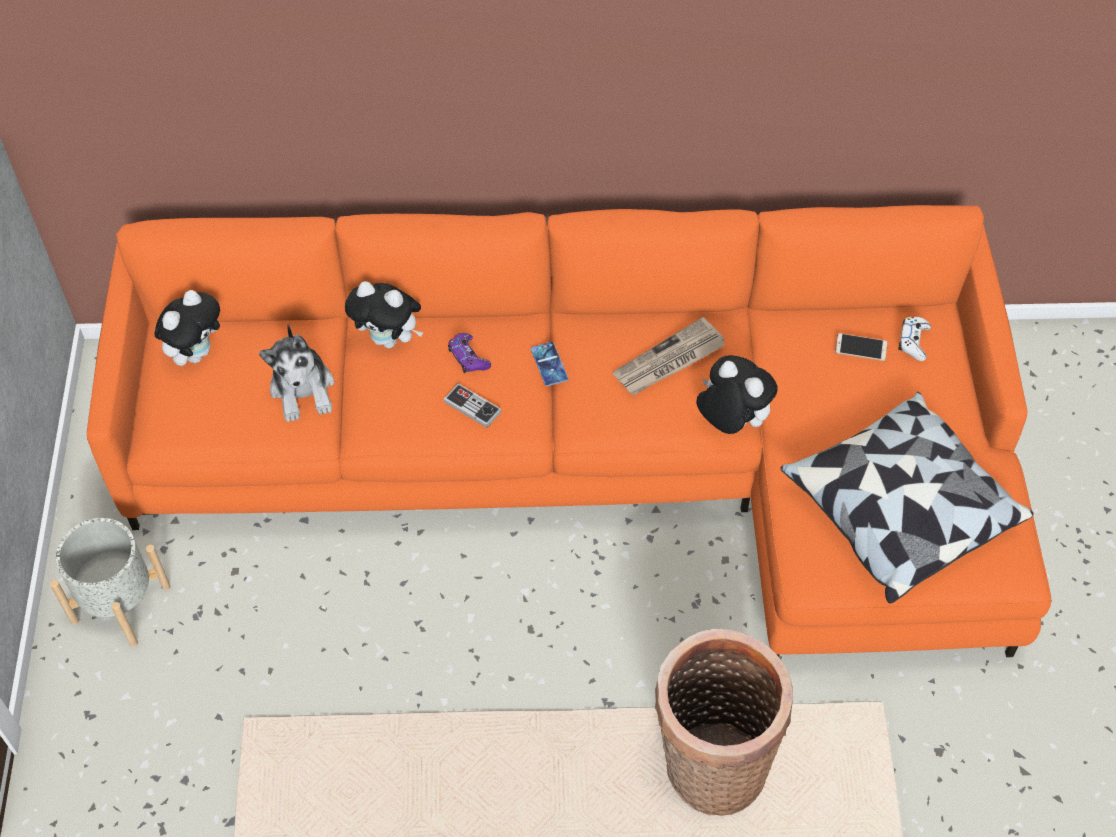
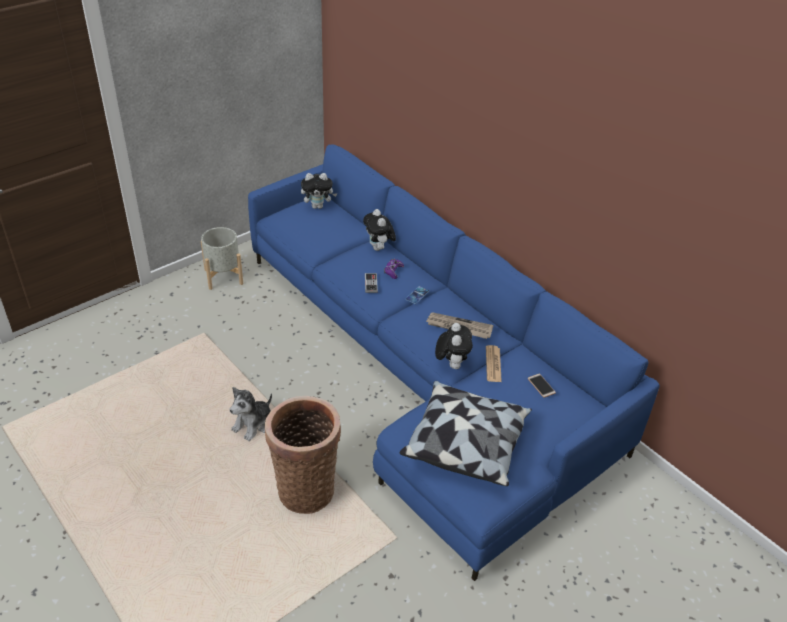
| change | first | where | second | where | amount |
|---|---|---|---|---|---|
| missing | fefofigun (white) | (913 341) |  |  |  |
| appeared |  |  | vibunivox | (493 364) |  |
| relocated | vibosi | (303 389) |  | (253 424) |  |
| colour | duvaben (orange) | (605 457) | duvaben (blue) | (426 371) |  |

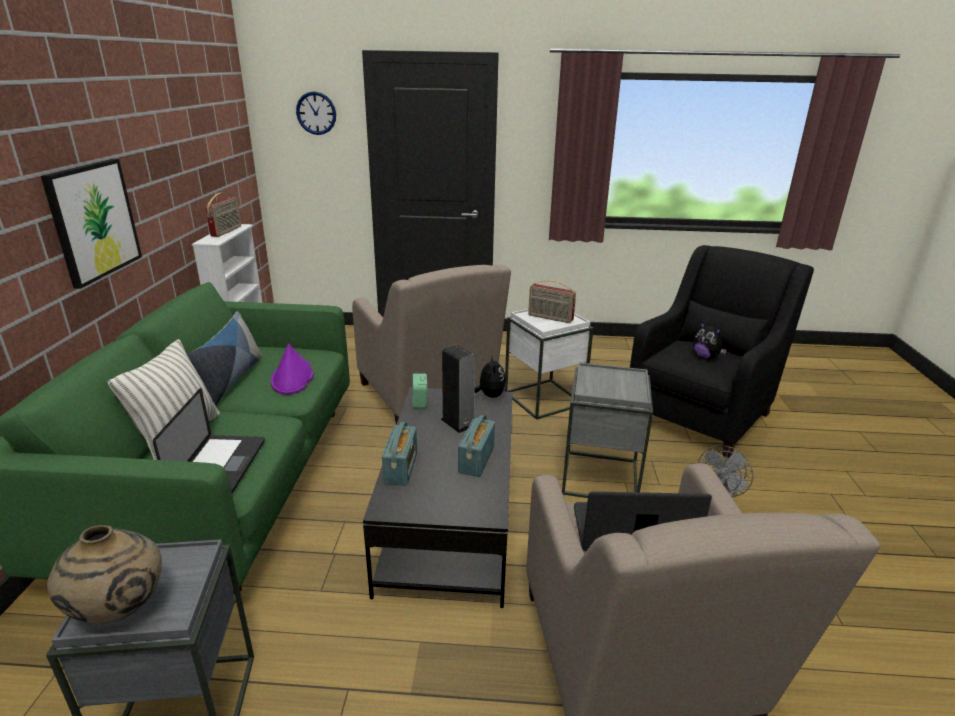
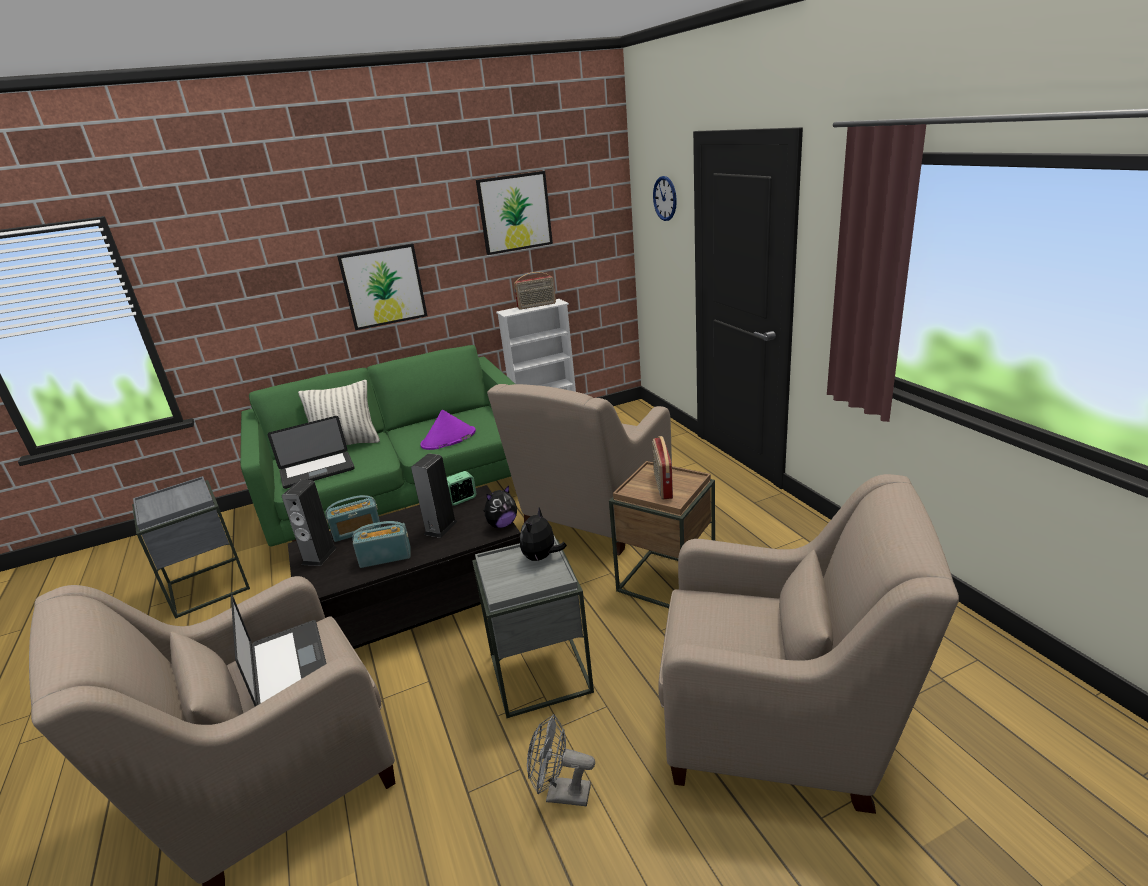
| change | first | where | second | where | amount |
|---|---|---|---|---|---|
| missing | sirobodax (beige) | (120 611) |  |  |  |
| missing | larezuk | (230 380) |  |  |  |
| appeared |  |  | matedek | (319 555) |  |
| appeared |  |  | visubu | (514 212) |  |
| relocated | vibosi | (705 357) |  | (541 557) |  |
| colour | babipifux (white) | (544 398) | babipifux (brown) | (666 580) |  |
| colour | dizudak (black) | (700 413) | dizudak (beige) | (778 725) |  |

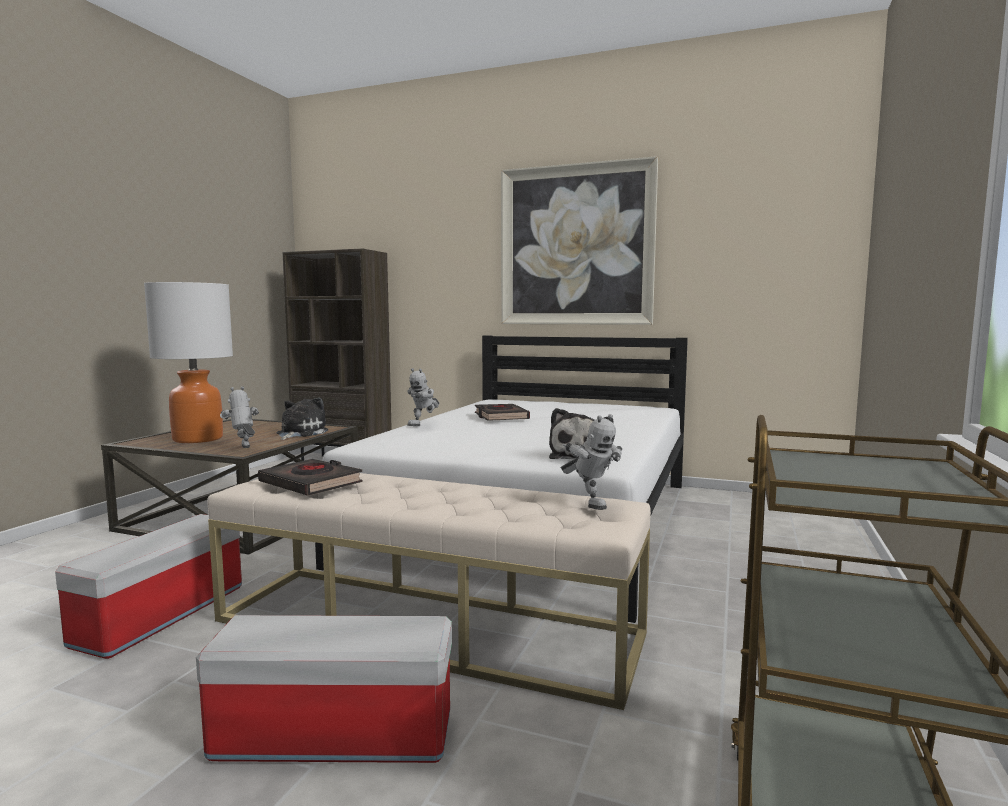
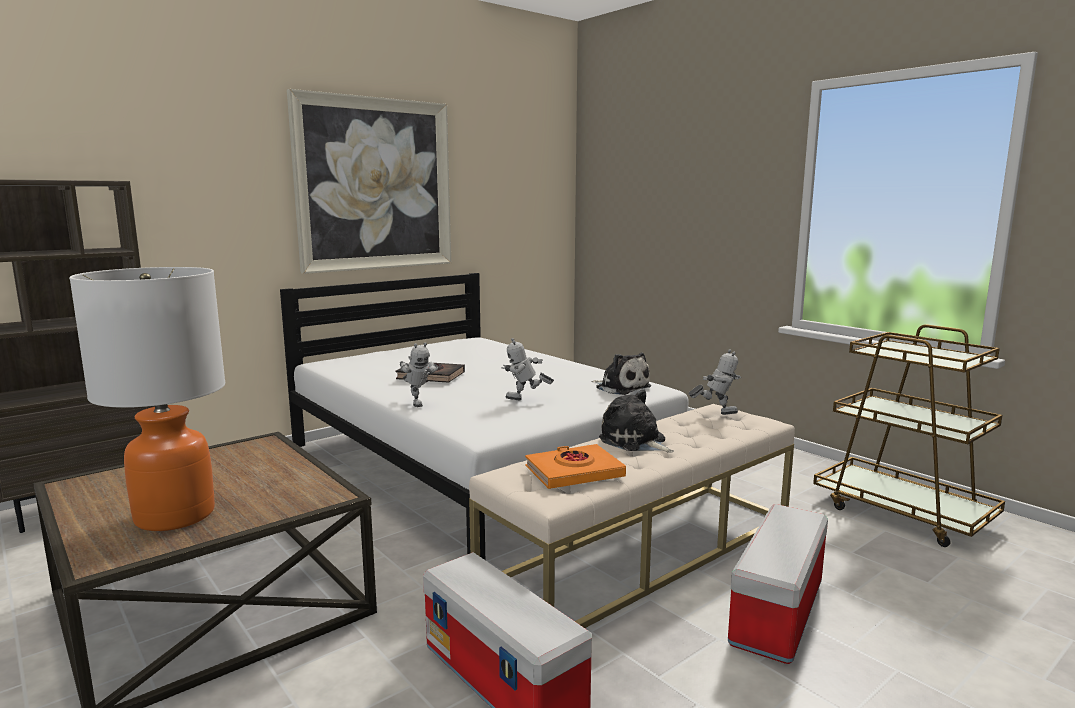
| change | first | where | second | where | amount |
|---|---|---|---|---|---|
| relocated | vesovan | (244 449) |  | (525 400) |  |
| relocated | vibosi | (300 433) |  | (635 441) |  |
| colour | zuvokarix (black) | (311 483) | zuvokarix (orange) | (574 473) |  |

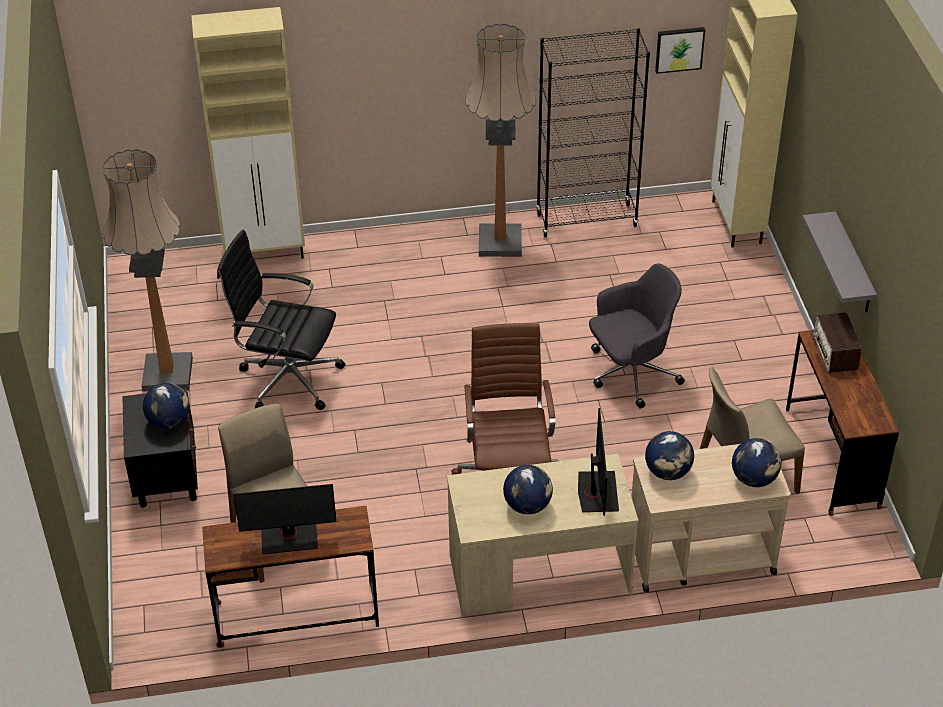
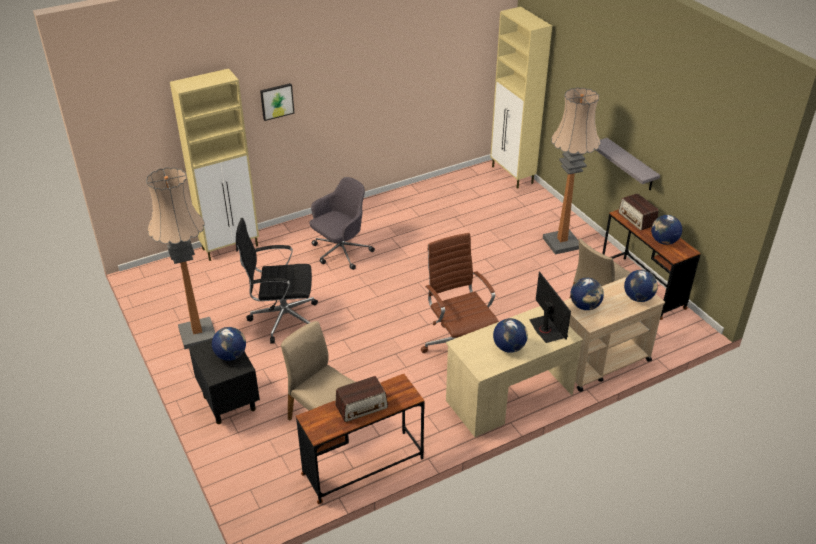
| change | first | where | second | where | amount |
|---|---|---|---|---|---|
| missing | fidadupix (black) | (586 220) |  |  |  |
| appeared |  |  | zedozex | (663 241) |  |
| relocated | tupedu | (500 242) |  | (561 243) |  |
| relocated | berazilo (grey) | (631 373) |  | (341 252) |  |
| relocated | visubu | (679 49) |  | (276 101) |  |
| exchanged | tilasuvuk | (289 537) | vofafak | (362 406) |  |

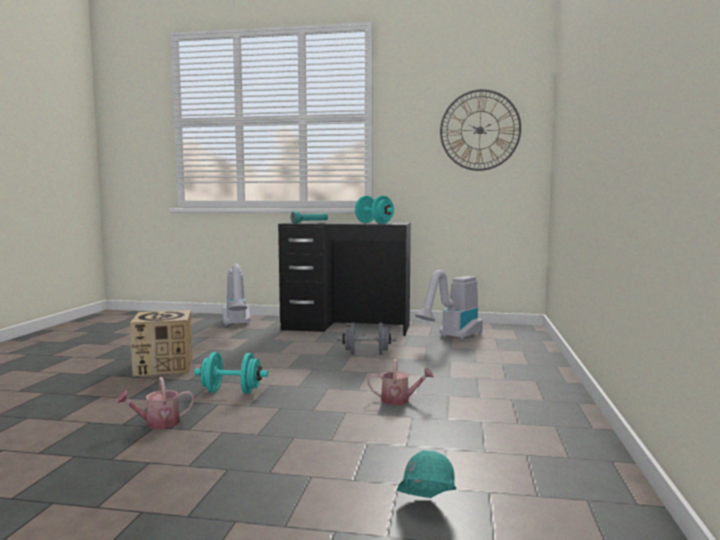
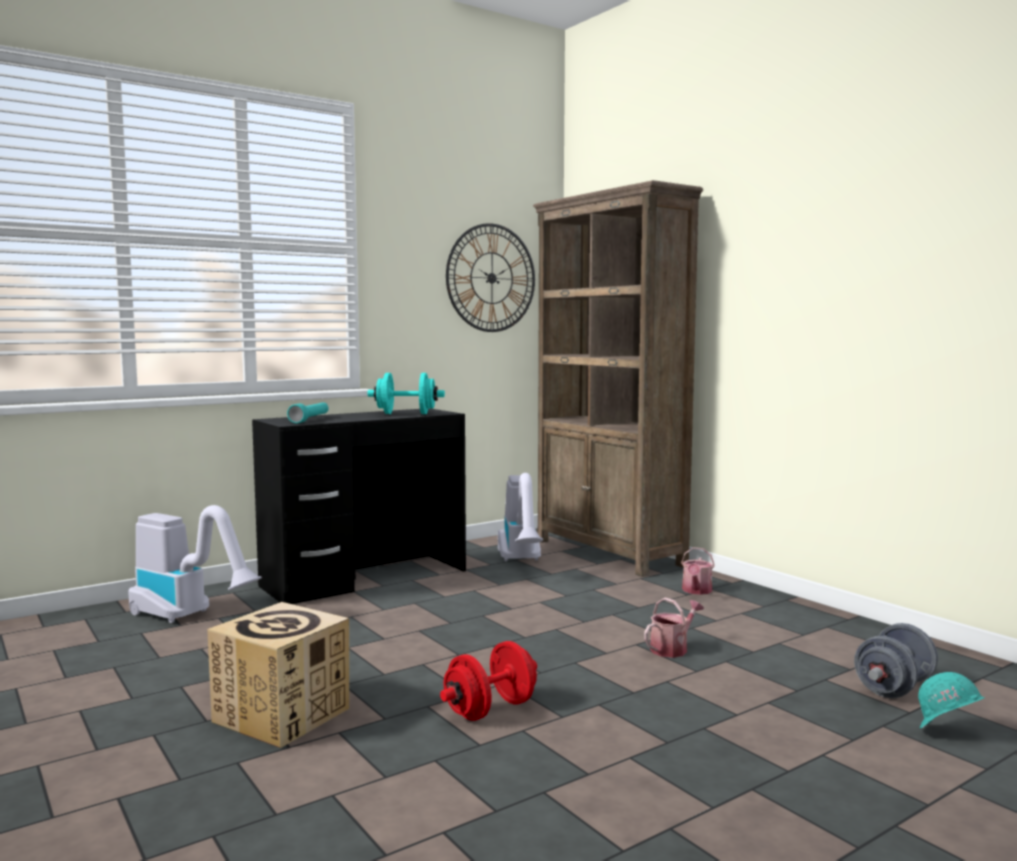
| change | first | where | second | where | amount |
|---|---|---|---|---|---|
| appeared |  |  | fidadupix (brown) | (609 553) |  |
| relocated | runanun | (157 424) |  | (696 591) |  |
| relocated | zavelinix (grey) | (366 354) |  | (894 688) |  |
| colour | zavelinix (turquoise) | (231 392) | zavelinix (red) | (490 709) |  |

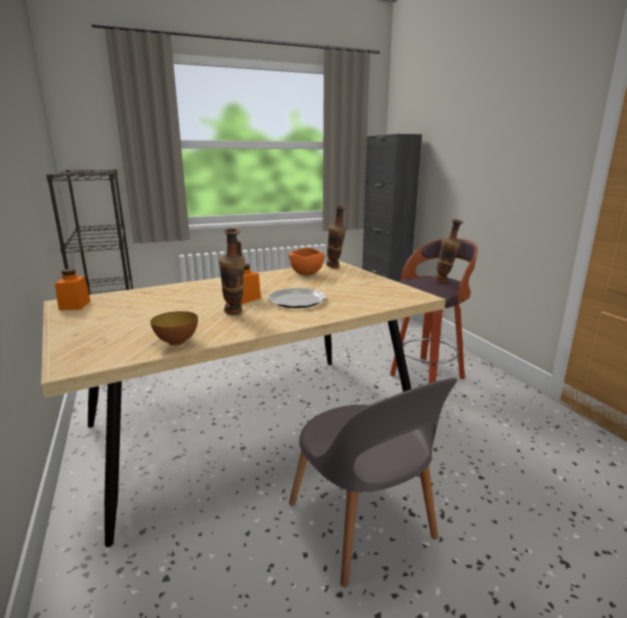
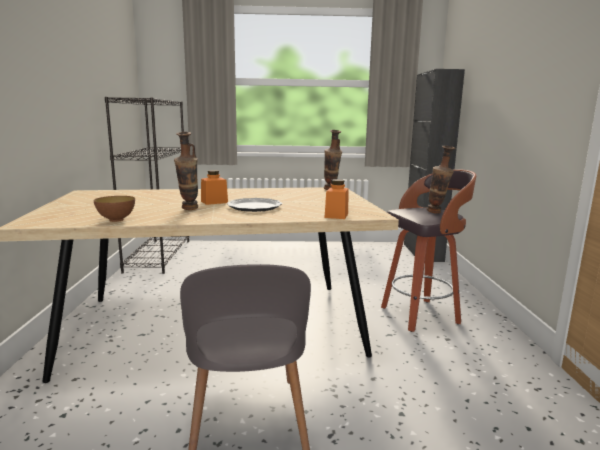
| change | first | where | second | where | amount |
|---|---|---|---|---|---|
| missing | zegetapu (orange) | (307 274) |  |  |  |
| relocated | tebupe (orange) | (75 305) |  | (336 215) |  |

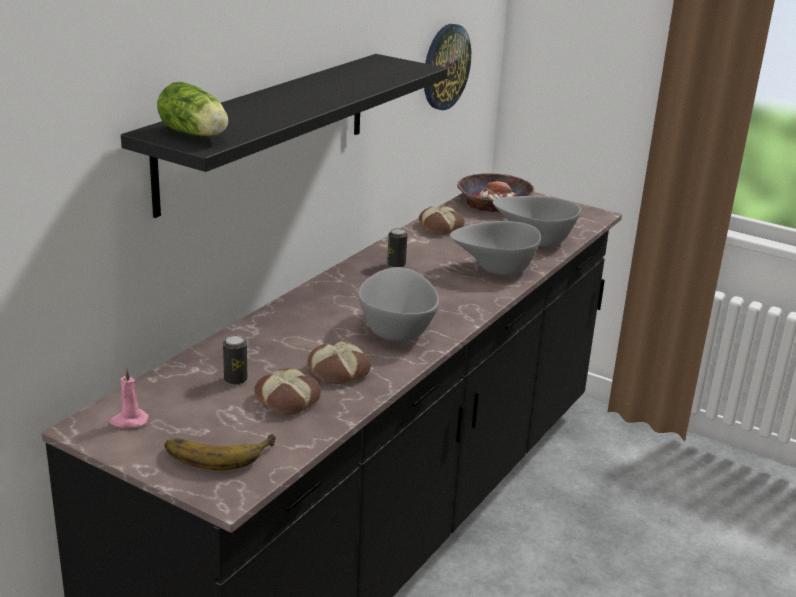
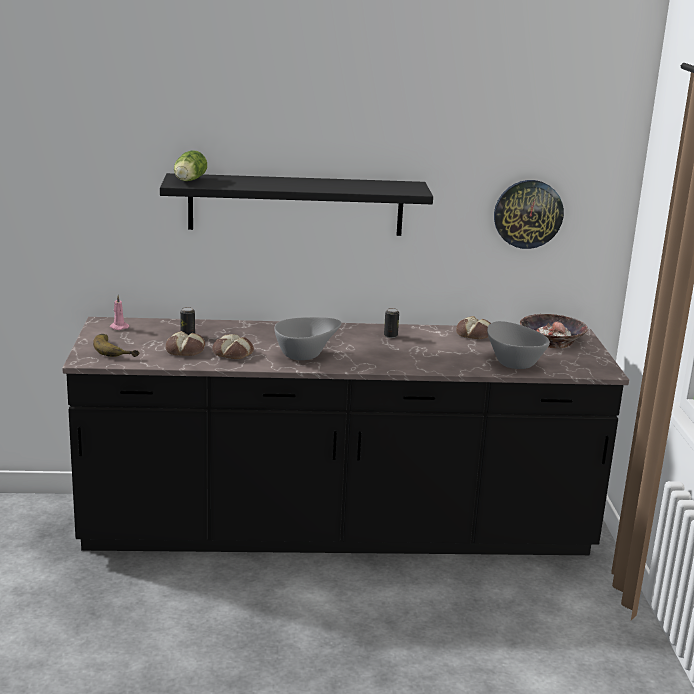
| change | first | where | second | where | amount |
|---|---|---|---|---|---|
| missing | zegetapu (grey) | (495 269) |  |  |  |

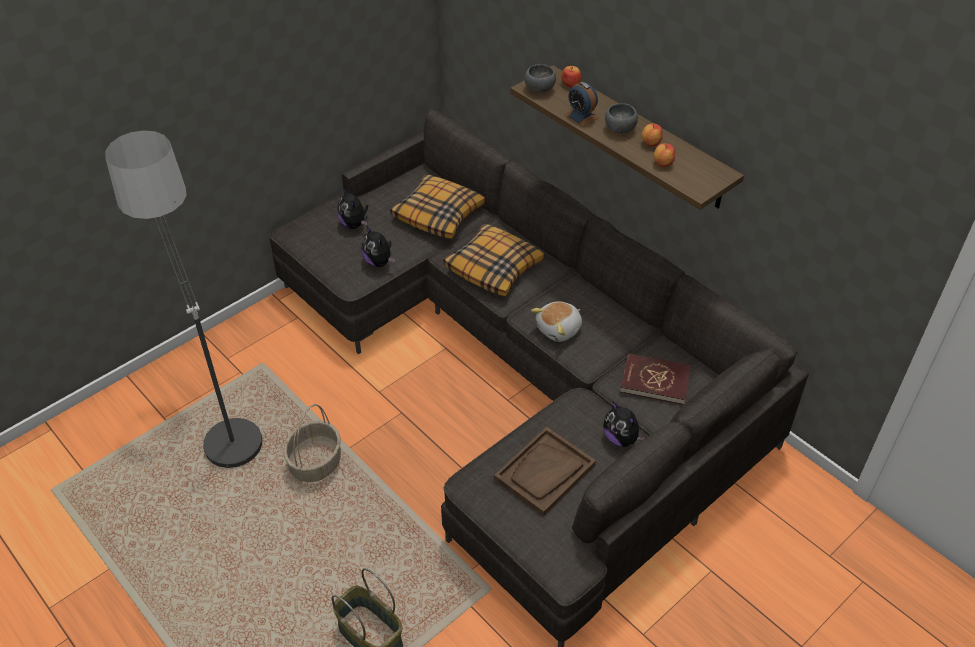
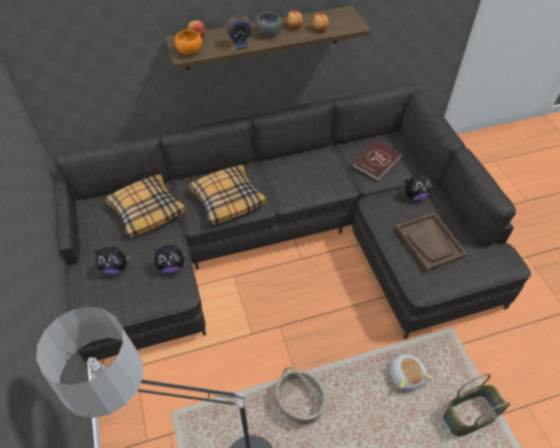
| change | first | where | second | where | amount |
|---|---|---|---|---|---|
| relocated | vibosi | (559 329) |  | (406 375) |  |
| colour | zegetapu (grey) | (540 89) | zegetapu (orange) | (190 51) |  |

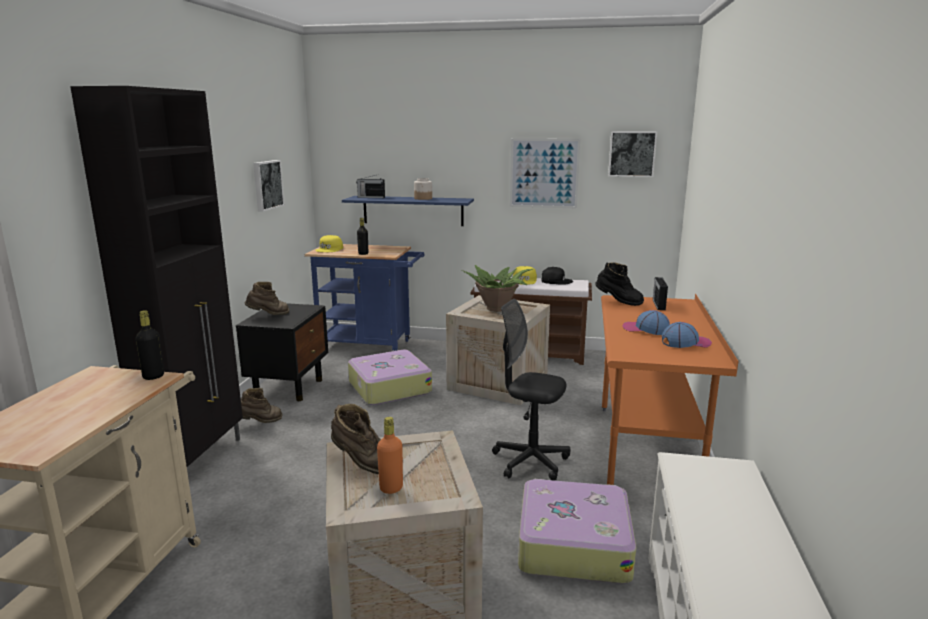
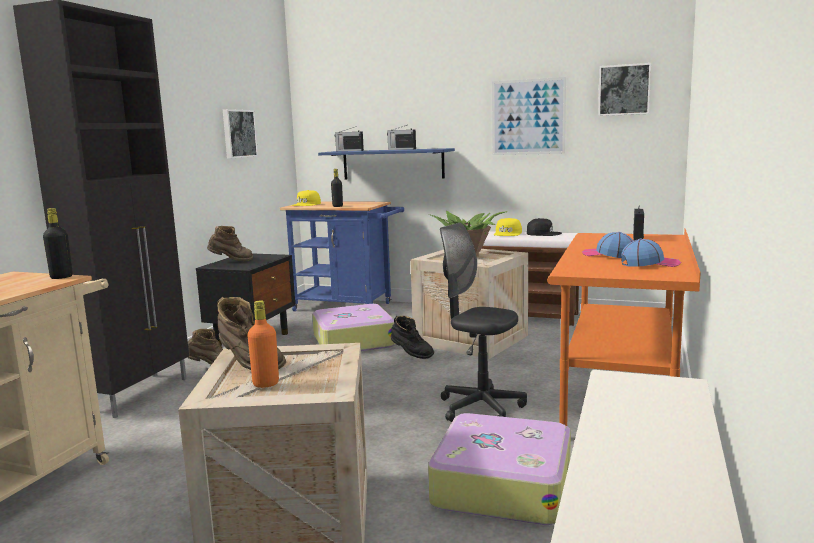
| change | first | where | second | where | amount |
|---|---|---|---|---|---|
| relocated | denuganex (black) | (618 302) |  | (411 354) |  |
| exchanged | tebupe | (423 198) | vofafak | (401 149) |  |

